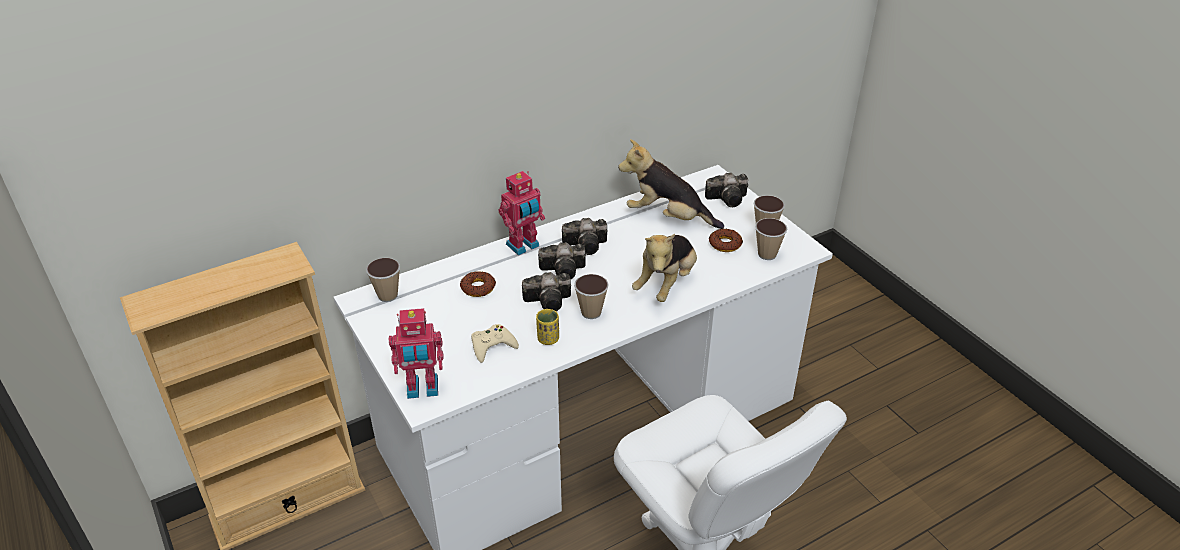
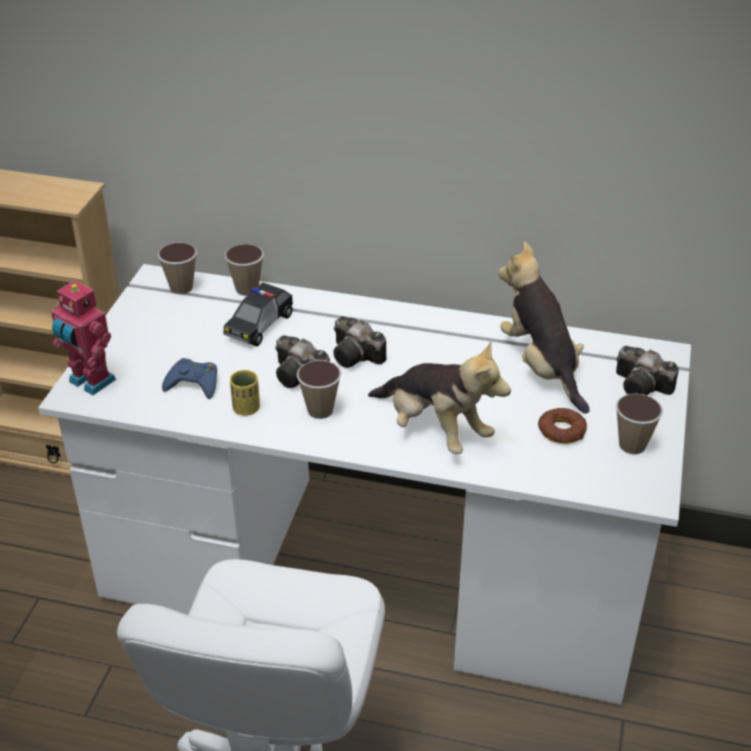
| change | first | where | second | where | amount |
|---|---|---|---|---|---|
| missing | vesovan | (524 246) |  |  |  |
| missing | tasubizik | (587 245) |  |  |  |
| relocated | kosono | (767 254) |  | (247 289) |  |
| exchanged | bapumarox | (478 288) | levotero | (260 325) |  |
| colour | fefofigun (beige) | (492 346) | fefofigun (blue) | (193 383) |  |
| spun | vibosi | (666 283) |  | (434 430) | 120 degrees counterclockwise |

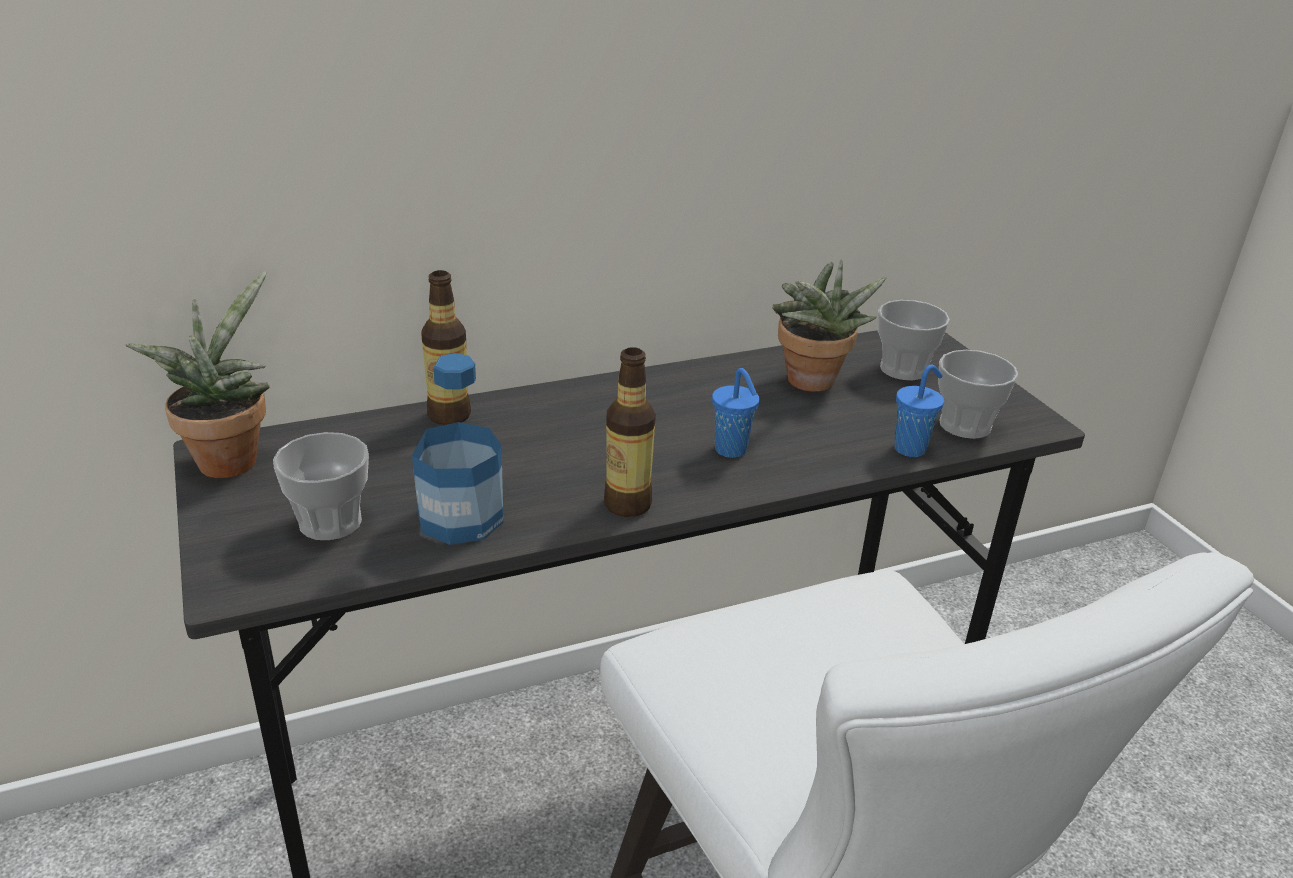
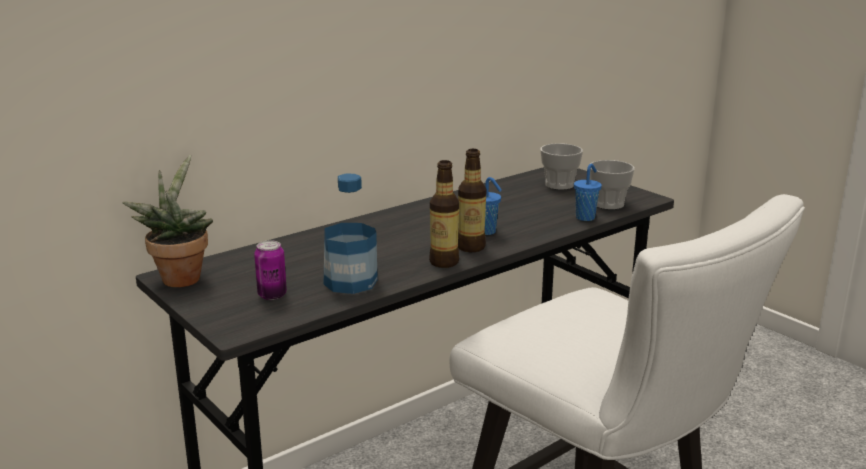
| change | first | where | second | where | amount |
|---|---|---|---|---|---|
| missing | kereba | (812 384) |  |  |  |
| relocated | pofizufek | (449 415) |  | (471 247) |  |
| exchanged | kosono | (330 522) | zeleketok | (272 295) |  |

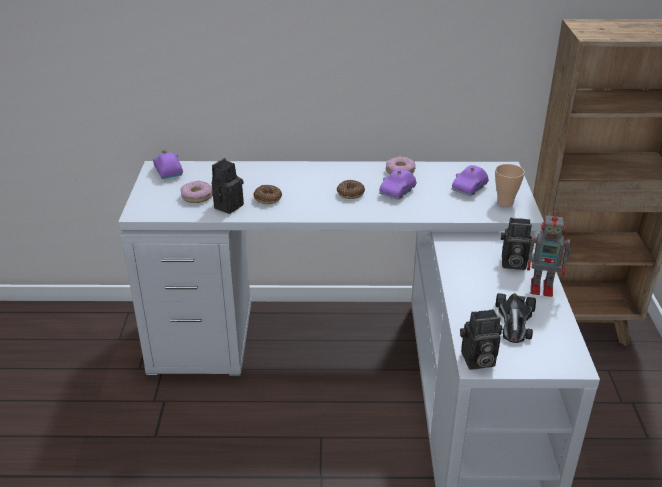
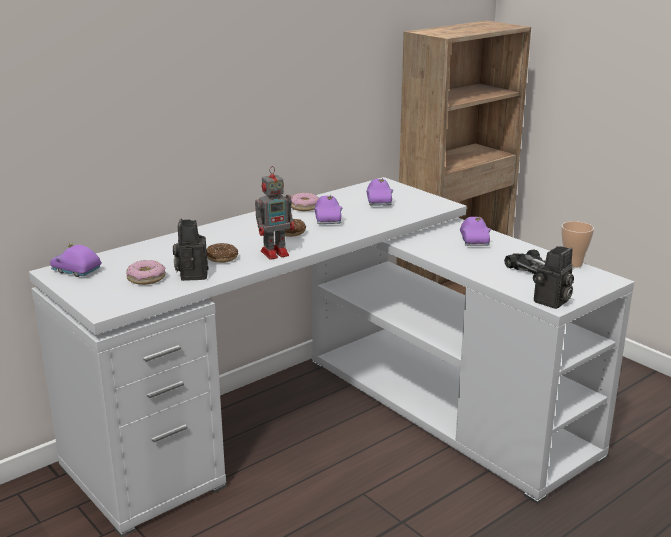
| change | first | where | second | where | amount |
|---|---|---|---|---|---|
| relocated | kosono | (505 202) |  | (573 264) |  |
| relocated | vesovan | (543 288) |  | (276 253) |  |
| exchanged | tasubizik | (512 263) | levotero (purple) | (475 241) |  |

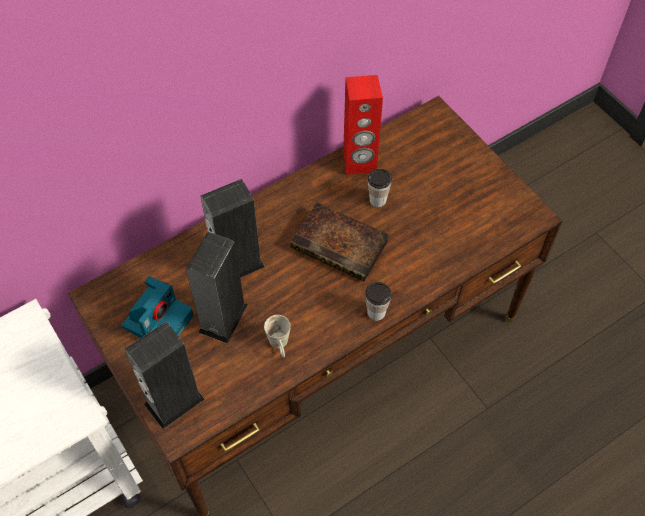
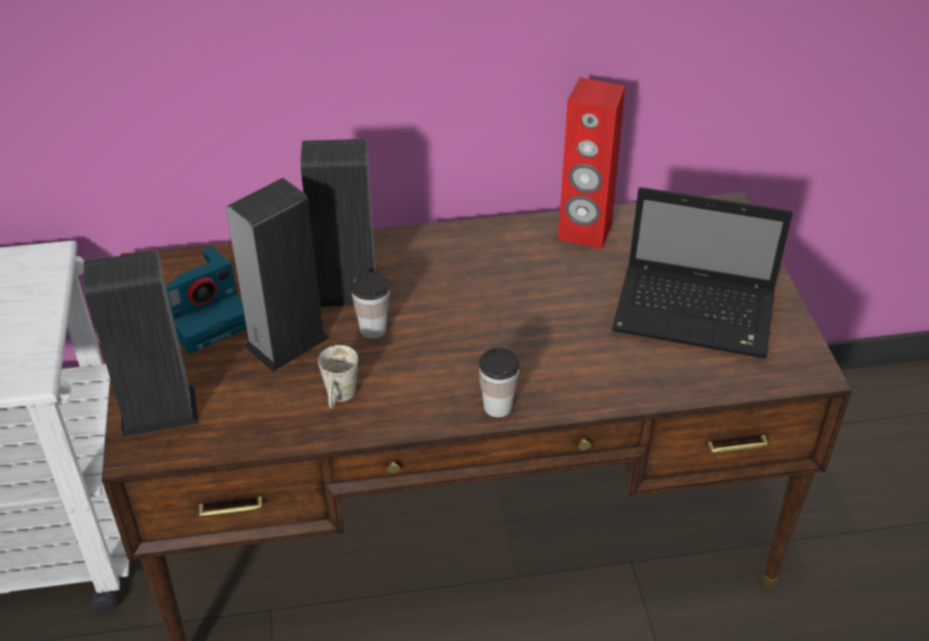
| change | first | where | second | where | amount |
|---|---|---|---|---|---|
| missing | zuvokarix | (342 245) |  |  |  |
| appeared |  |  | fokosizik | (697 313) |  |
| relocated | kosono | (377 200) |  | (373 329) |  |

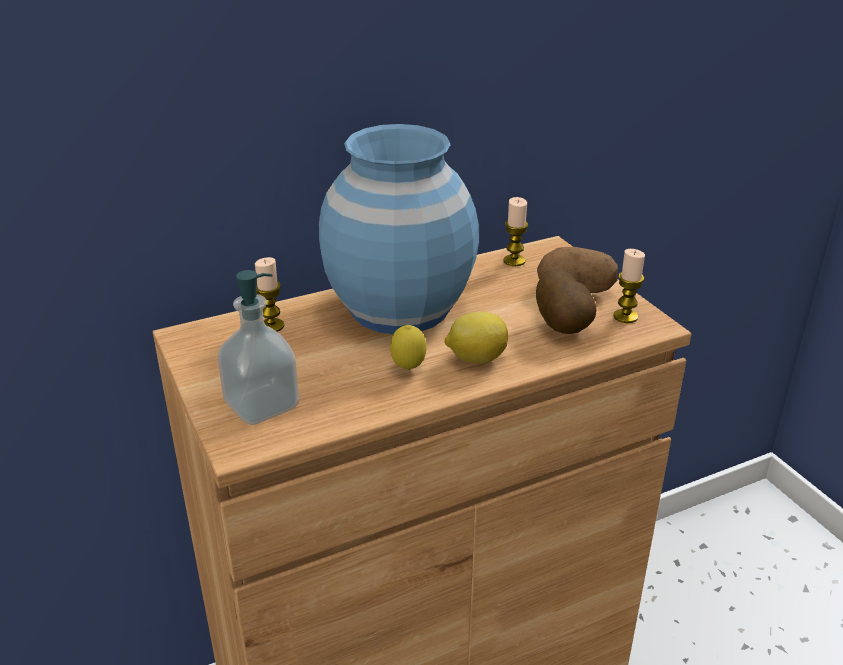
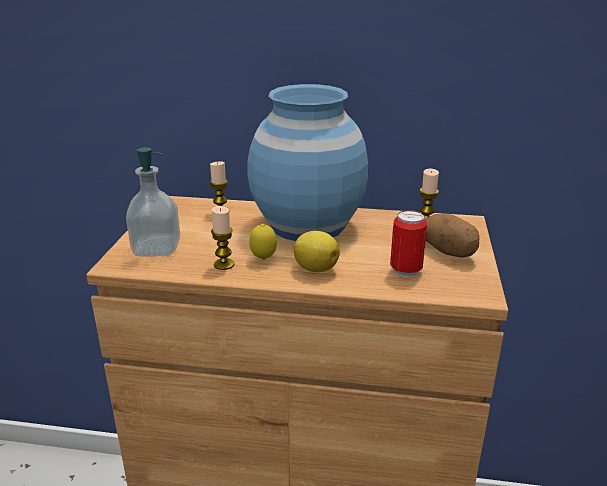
| change | first | where | second | where | amount |
|---|---|---|---|---|---|
| relocated | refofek | (625 316) |  | (224 264) |  |
| exchanged | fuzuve | (564 326) | zeleketok | (406 271) |  |

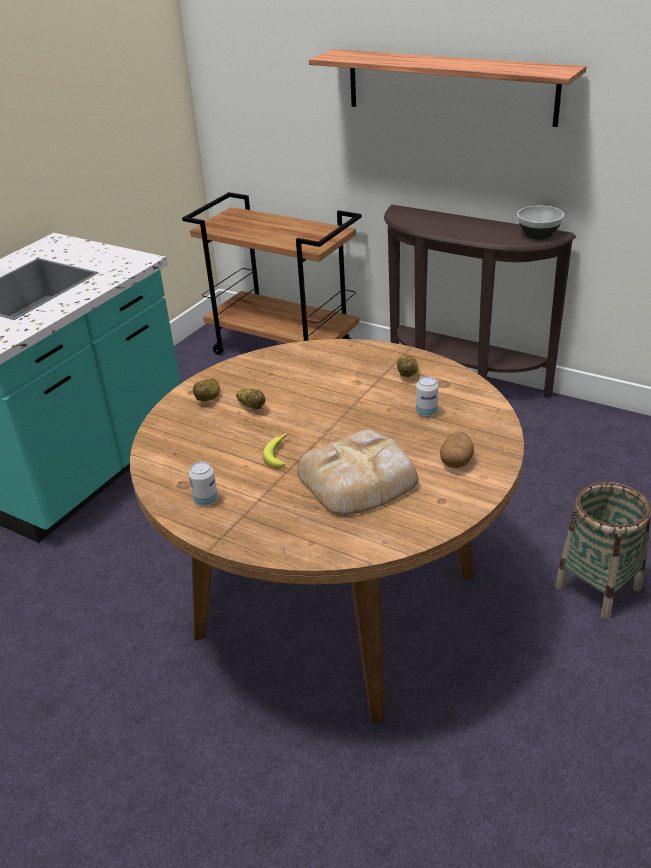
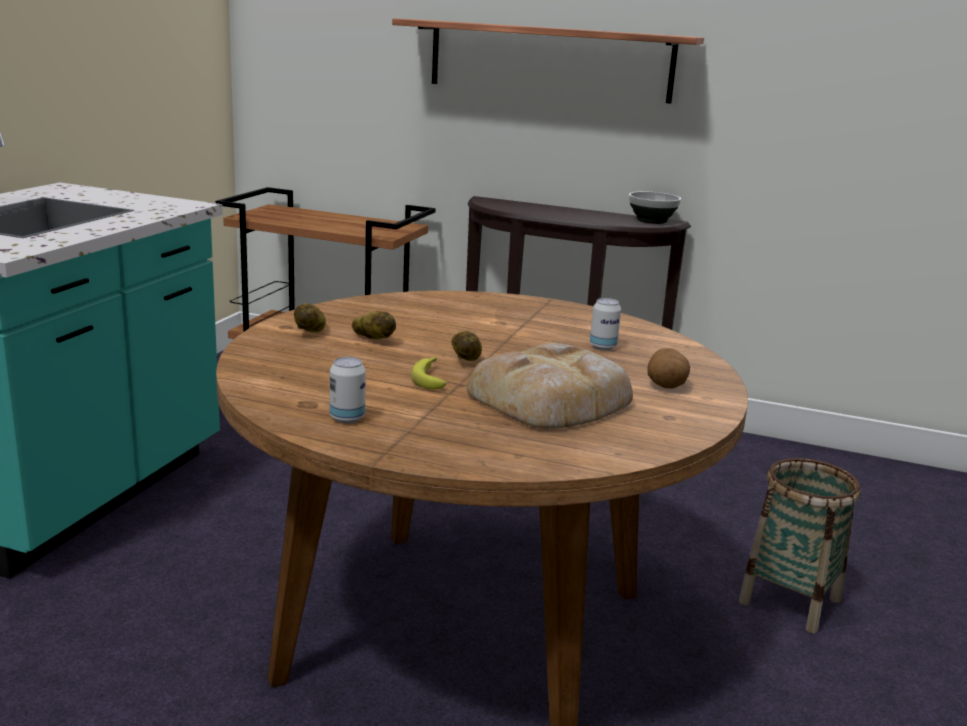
| change | first | where | second | where | amount |
|---|---|---|---|---|---|
| relocated | fuzuve | (408 374) |  | (466 360) |  |

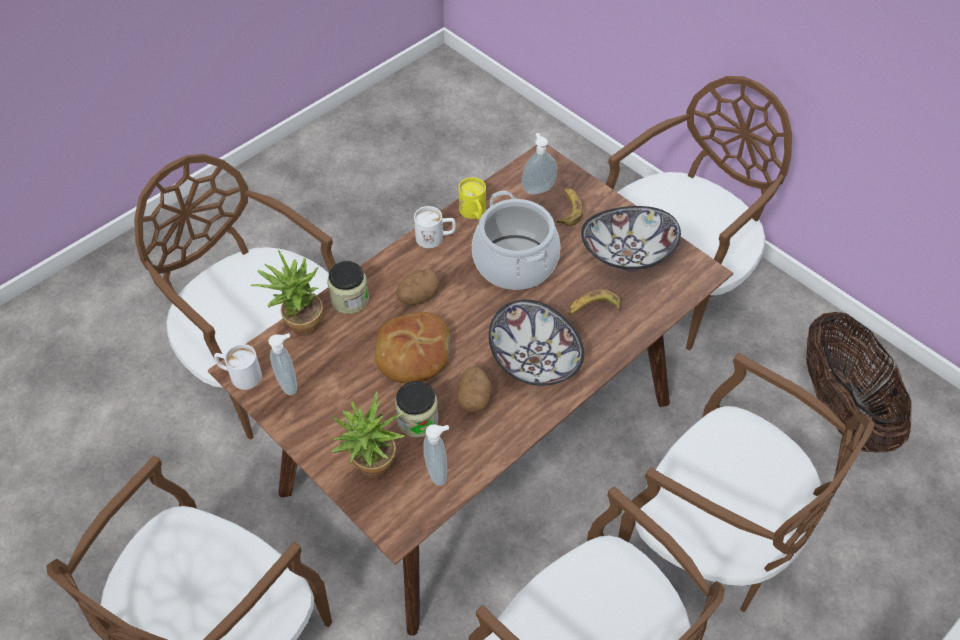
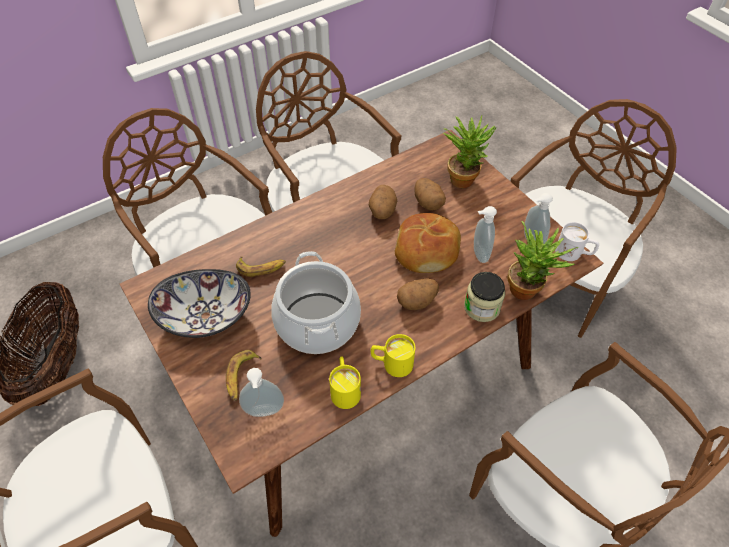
| change | first | where | second | where | amount |
|---|---|---|---|---|---|
| missing | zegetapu | (533 361) |  |  |  |
| relocated | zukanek | (438 472) |  | (478 254) |  |
| exchanged | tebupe | (417 420) | fuzuve | (428 202) |  |
| colour | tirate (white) | (435 238) | tirate (yellow) | (391 363) |  |

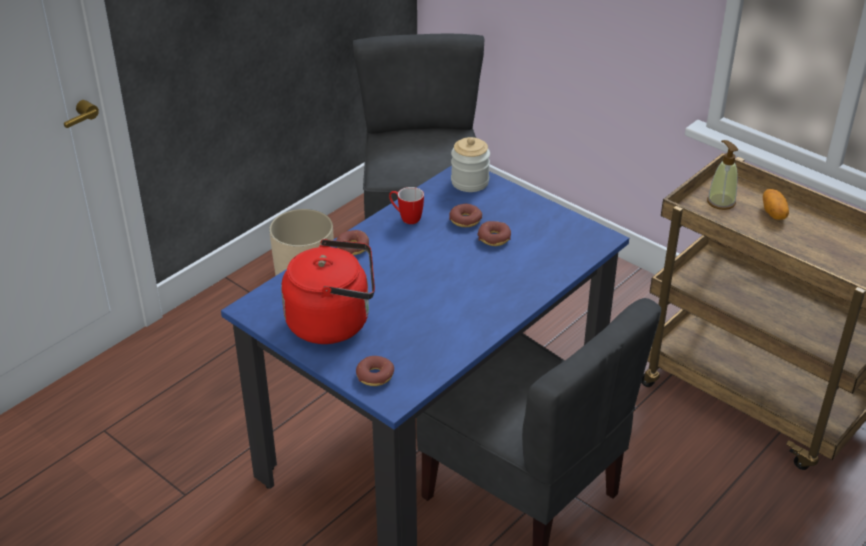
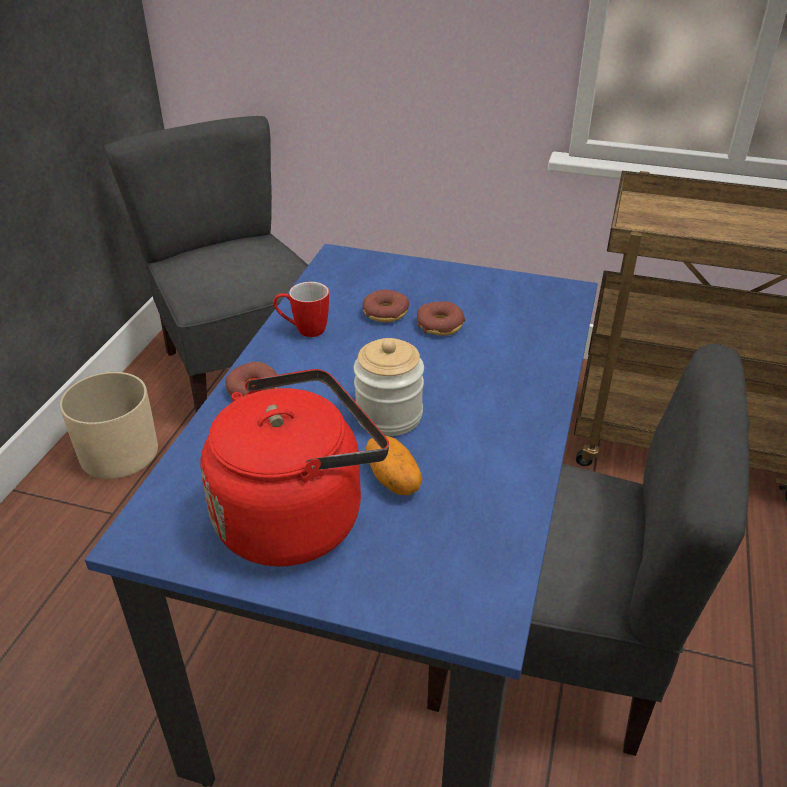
| change | first | where | second | where | amount |
|---|---|---|---|---|---|
| missing | bapumarox | (375 376) |  |  |  |
| missing | zukanek | (721 202) |  |  |  |
| relocated | tebupe | (470 182) |  | (389 416) |  |
| relocated | fuzuve | (774 213) |  | (394 479) |  |

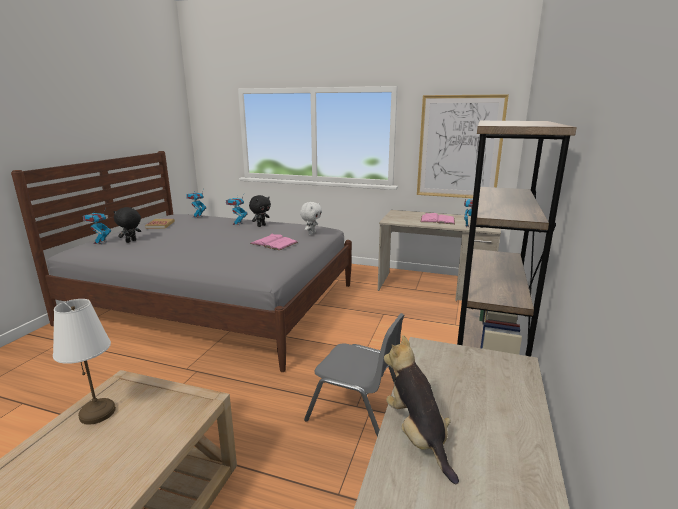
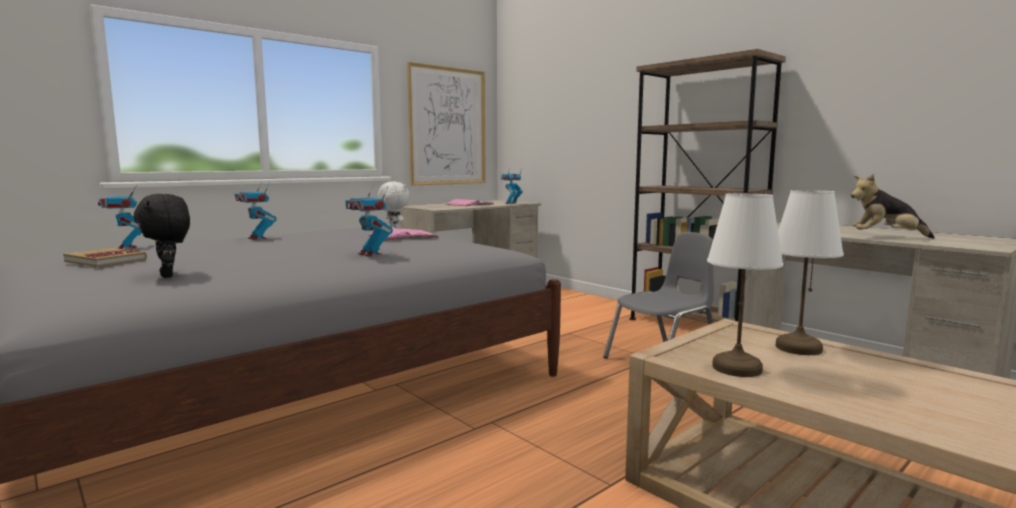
| change | first | where | second | where | amount |
|---|---|---|---|---|---|
| missing | vibosi (black) | (261 225) |  |  |  |
| appeared |  |  | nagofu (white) | (797 348) |  |
| relocated | vesovan | (100 242) |  | (370 254) |  |

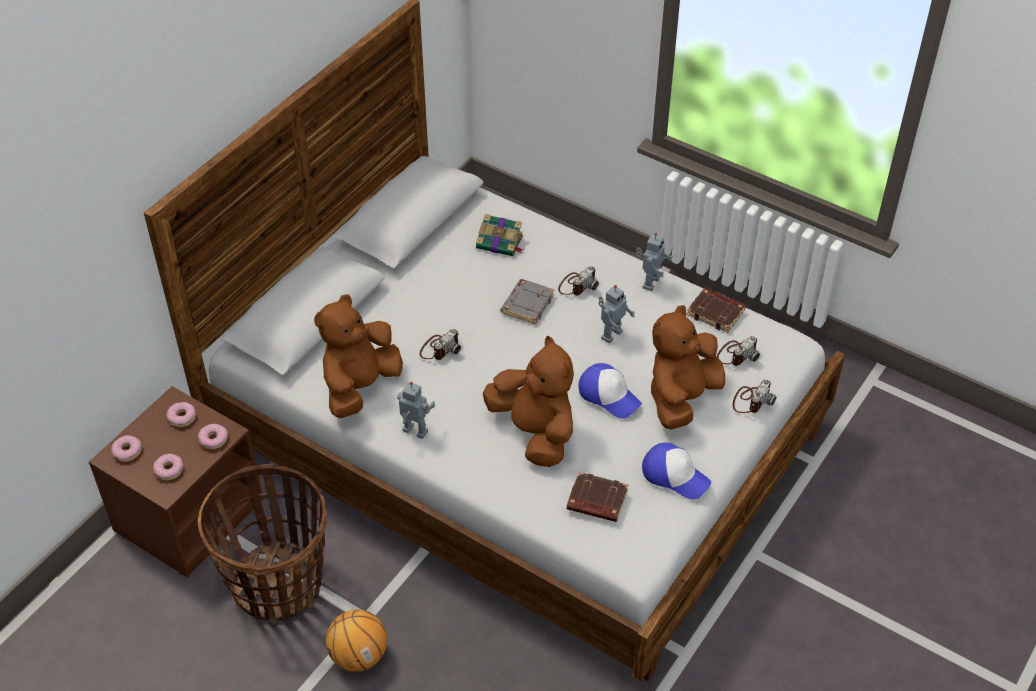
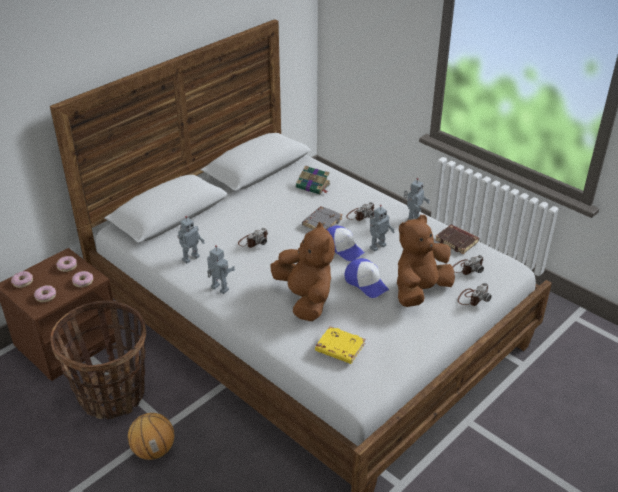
| change | first | where | second | where | amount |
|---|---|---|---|---|---|
| relocated | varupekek | (675 475) |  | (342 248) |  |
| exchanged | vibosi (brown) | (360 387) | vesovan | (190 258) |  |
| colour | zuvokarix (brown) | (596 501) | zuvokarix (yellow) | (339 348) |  |

